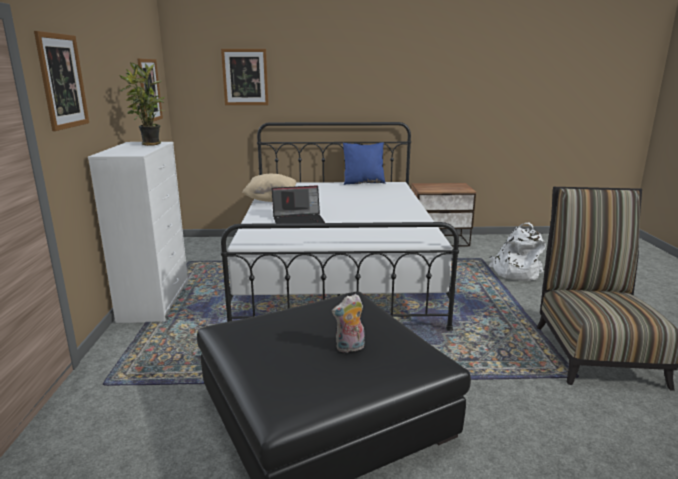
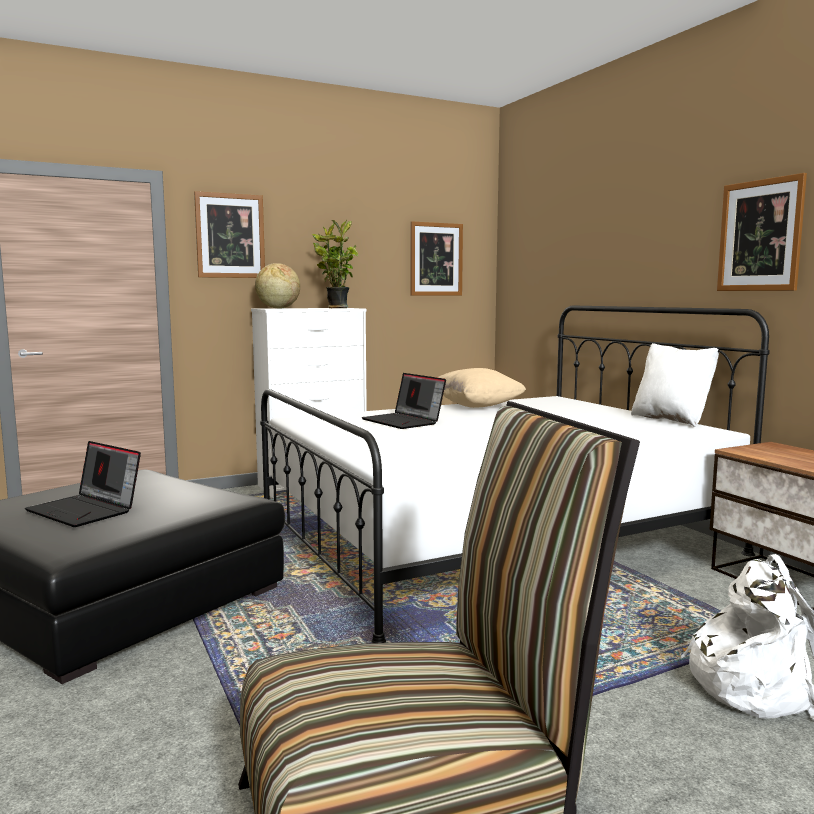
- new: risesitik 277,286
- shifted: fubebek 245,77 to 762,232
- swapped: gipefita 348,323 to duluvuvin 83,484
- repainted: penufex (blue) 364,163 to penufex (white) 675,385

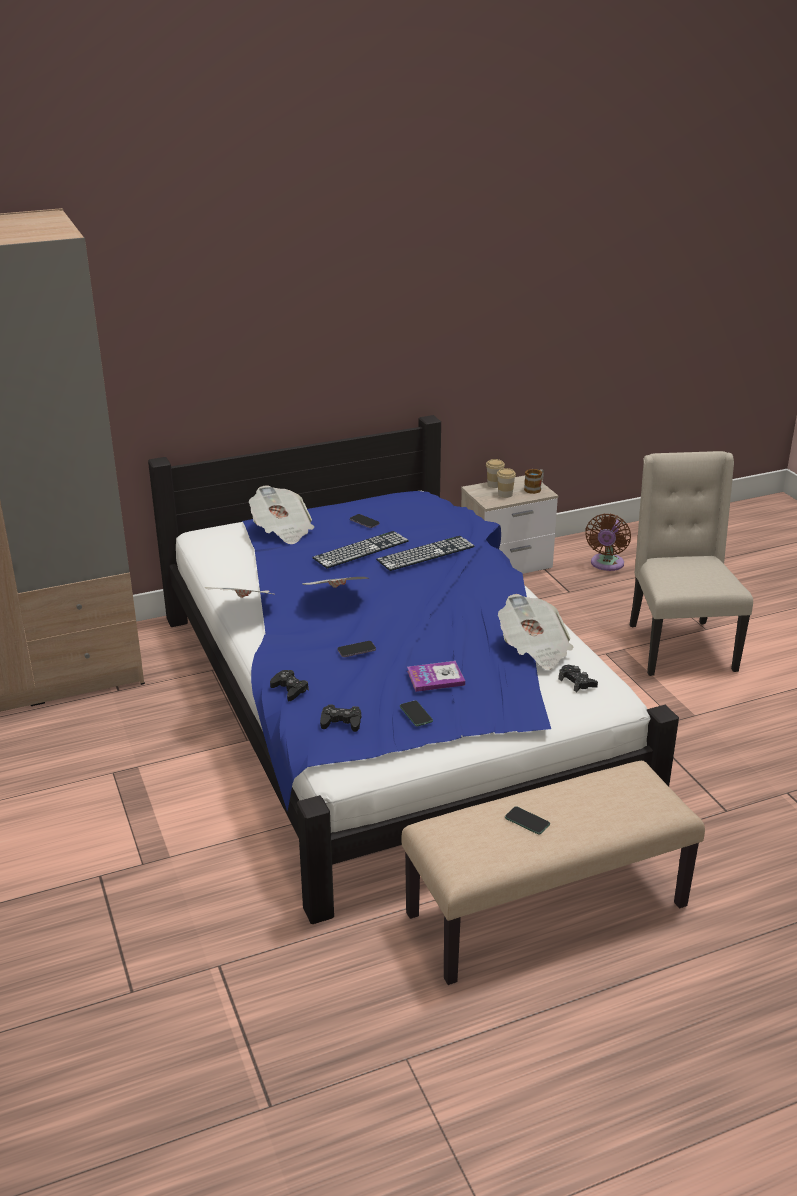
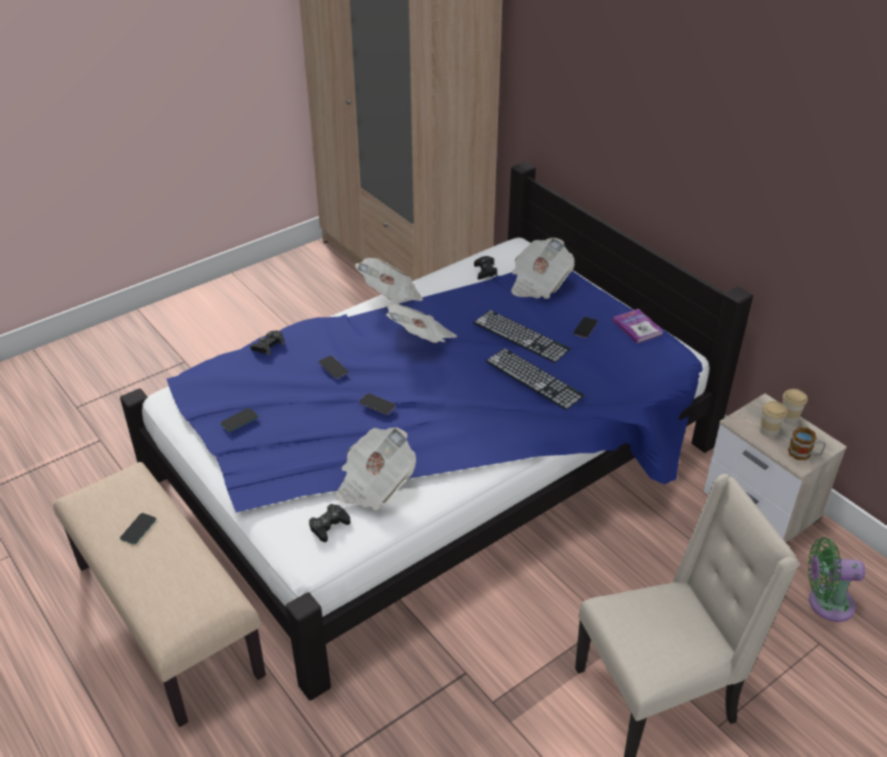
- new: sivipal 377,404
- shifted: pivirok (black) 340,718 to 485,268
- shifted: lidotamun 436,676 to 637,326
- repainted: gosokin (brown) 608,542 to gosokin (green) 836,579

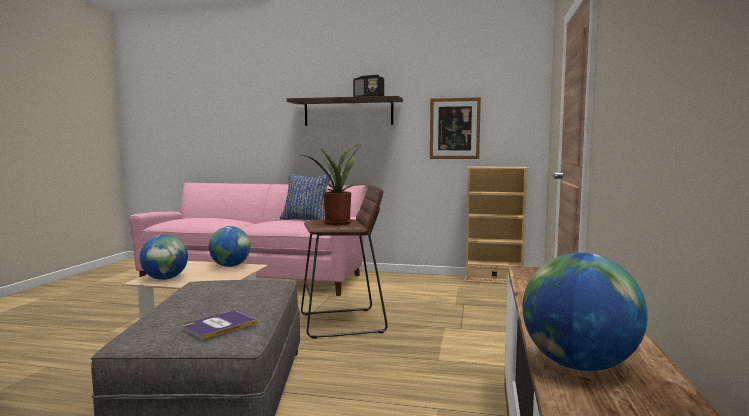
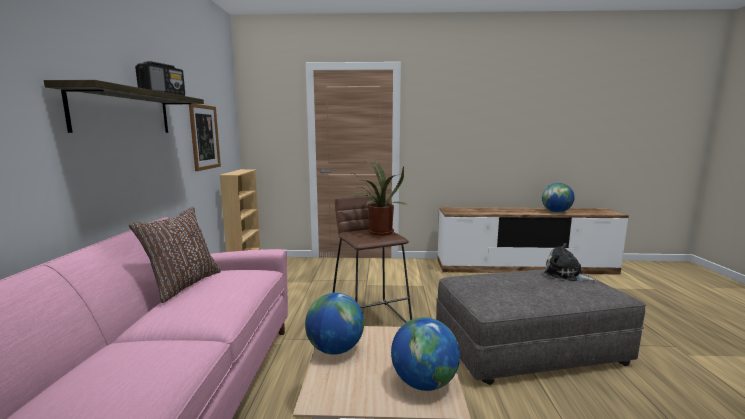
- swapped: lidotamun 219,325 to gipefita 570,262
- repainted: penufex (blue) 306,197 to penufex (brown) 175,255

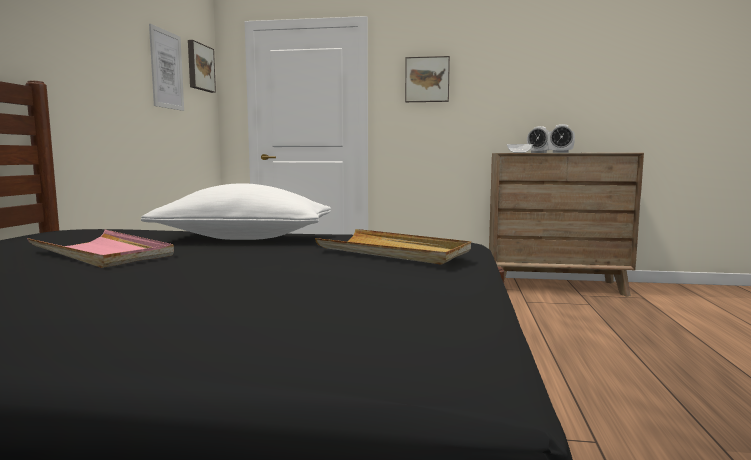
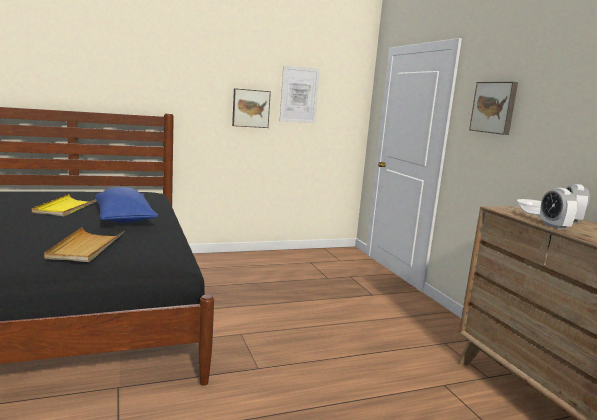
- shifted: fubebek 202,66 to 251,108
- repainted: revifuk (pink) 100,249 to revifuk (yellow) 64,205
- repainted: penufex (white) 236,212 to penufex (blue) 126,205

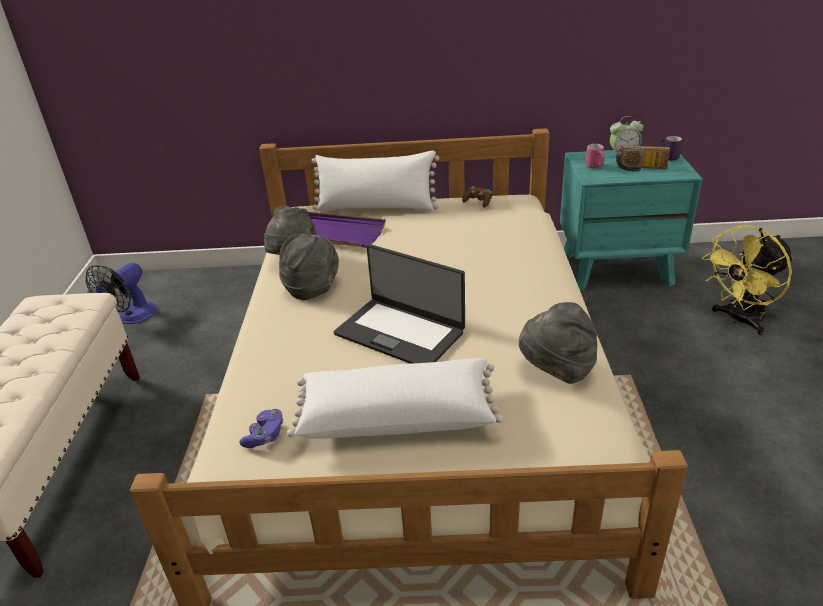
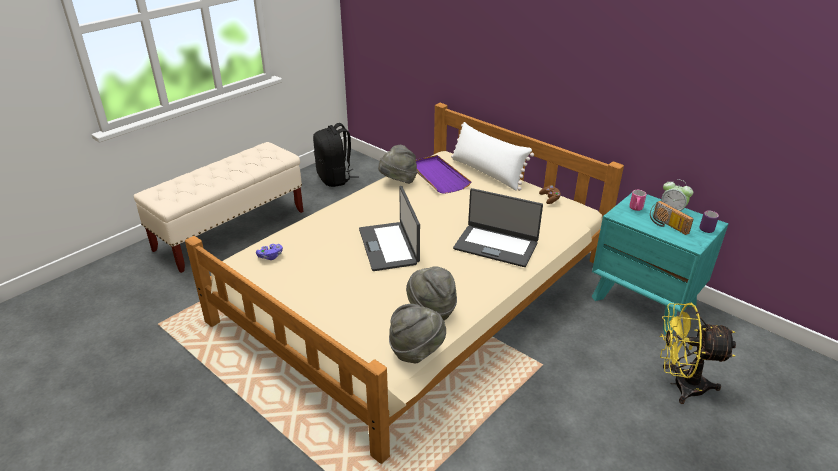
- gone: penufex (white) 395,398
- new: duluvuvin 498,227
- shifted: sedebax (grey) 309,267 to 417,333
- swapped: gosokin 121,293 to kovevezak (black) 336,155

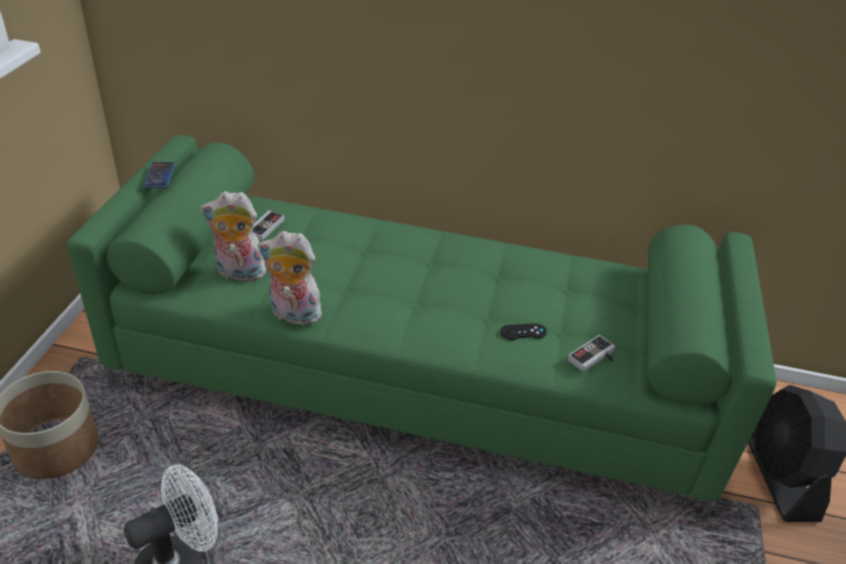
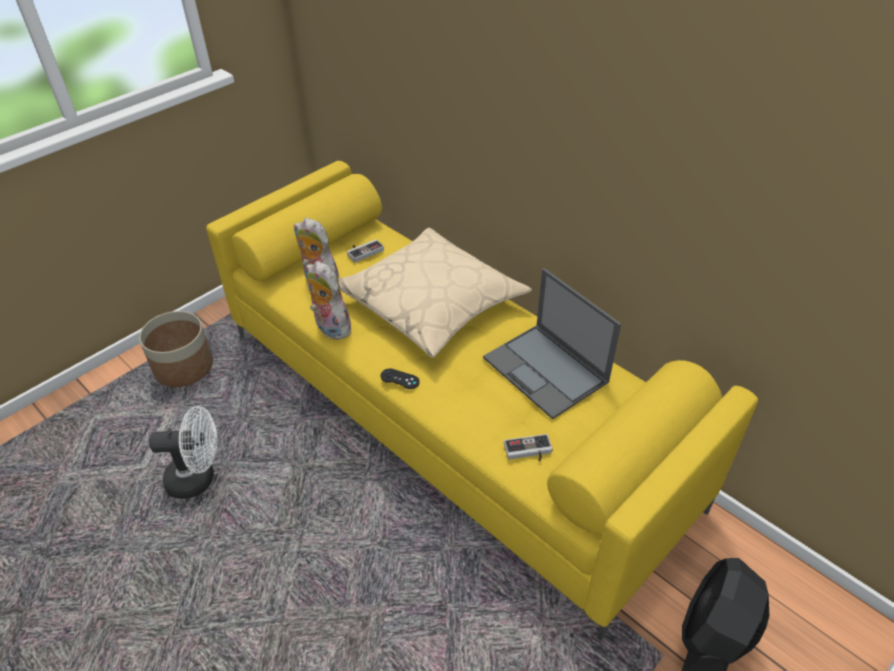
- gone: sivipal 159,175
- new: penufex (beige) 435,293
- new: duluvuvin 552,344
- shifted: pivirok (black) 523,331 to 400,379
- repainted: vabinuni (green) 422,328 to vabinuni (yellow) 482,401

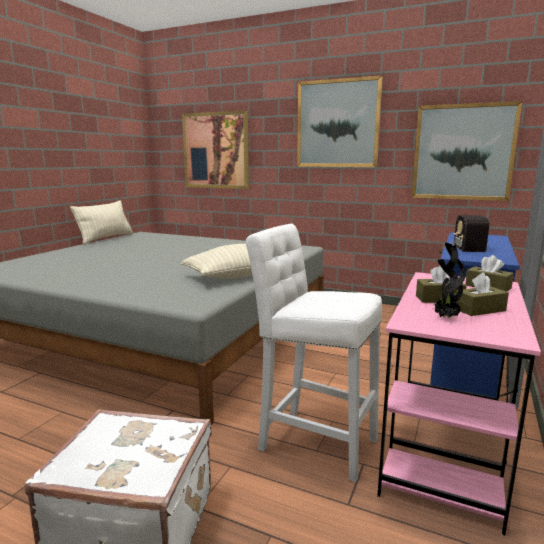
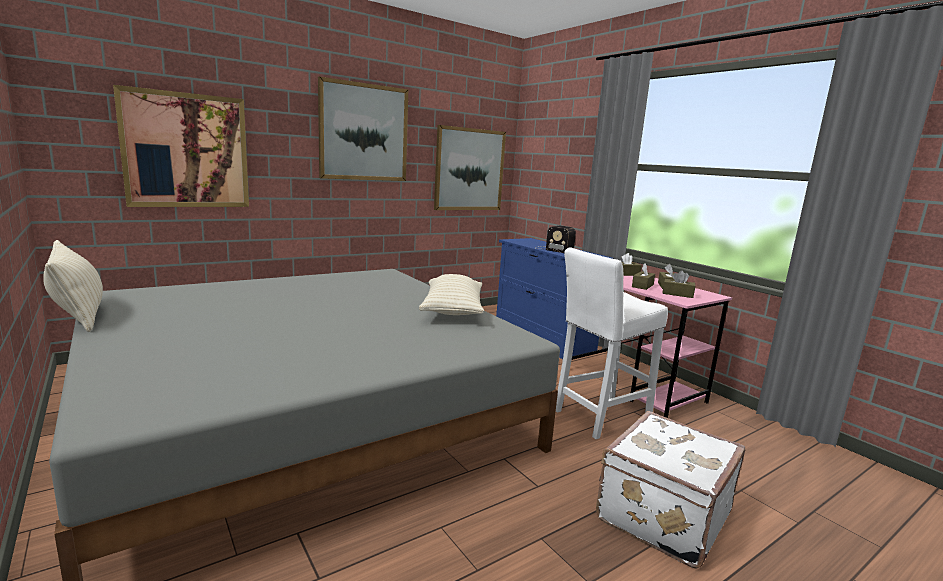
- swapped: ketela 449,280 to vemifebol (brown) 678,284

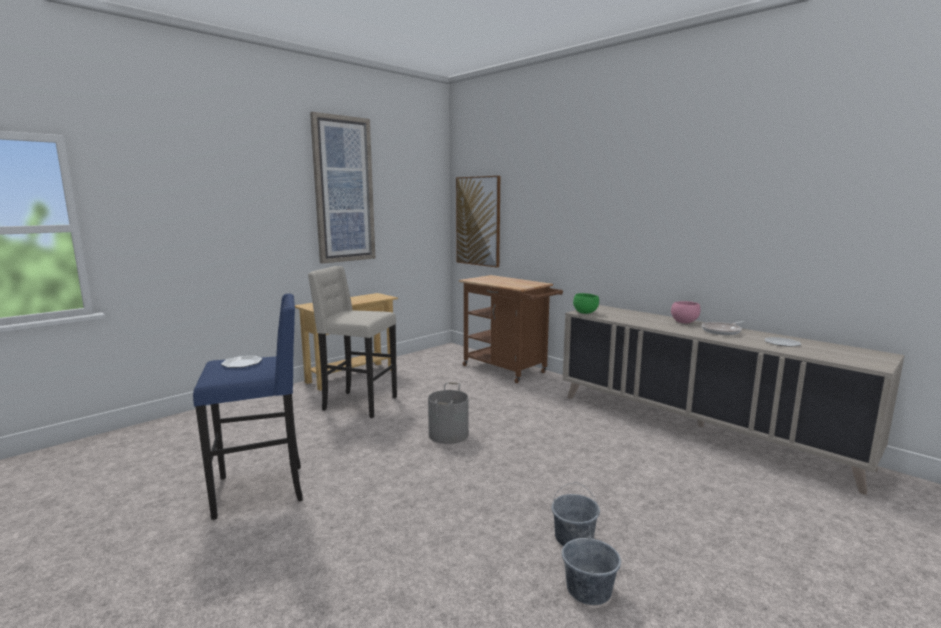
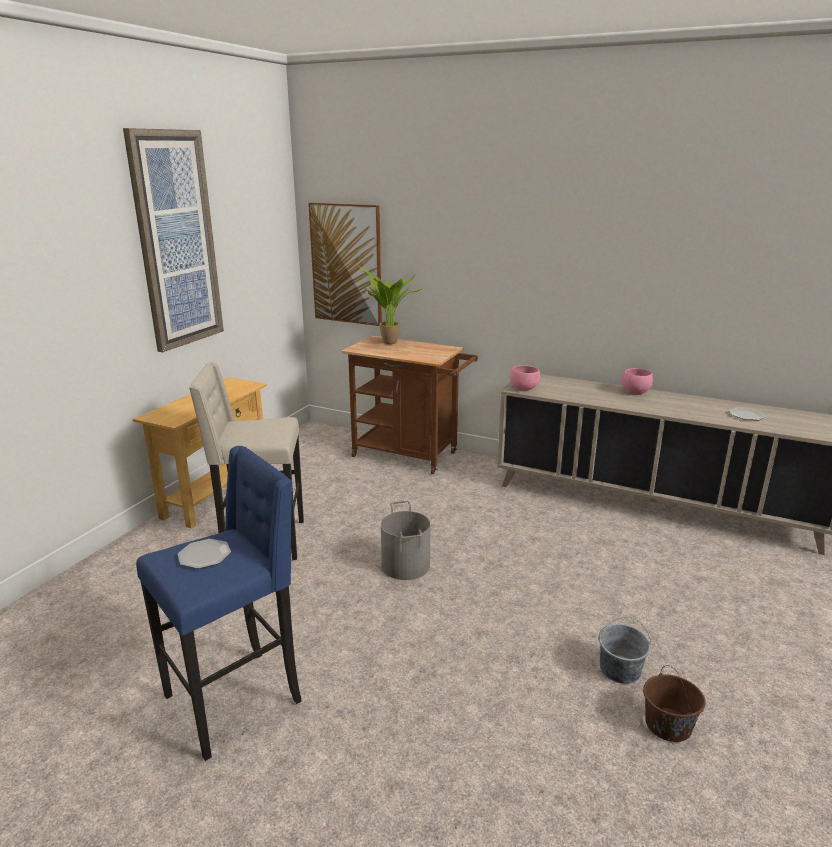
- gone: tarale 723,328
- new: ketela 390,304
- repainted: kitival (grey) 591,565 to kitival (brown) 674,703
- repainted: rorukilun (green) 586,303 to rorukilun (pink) 525,378

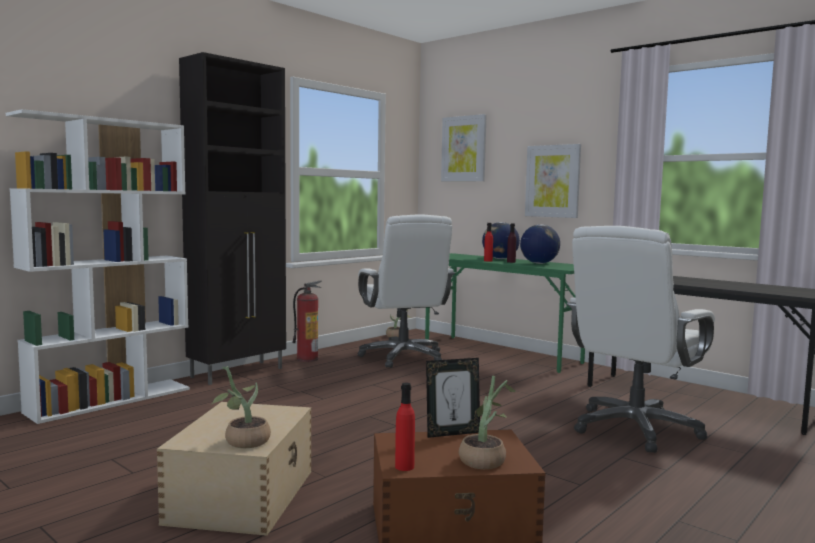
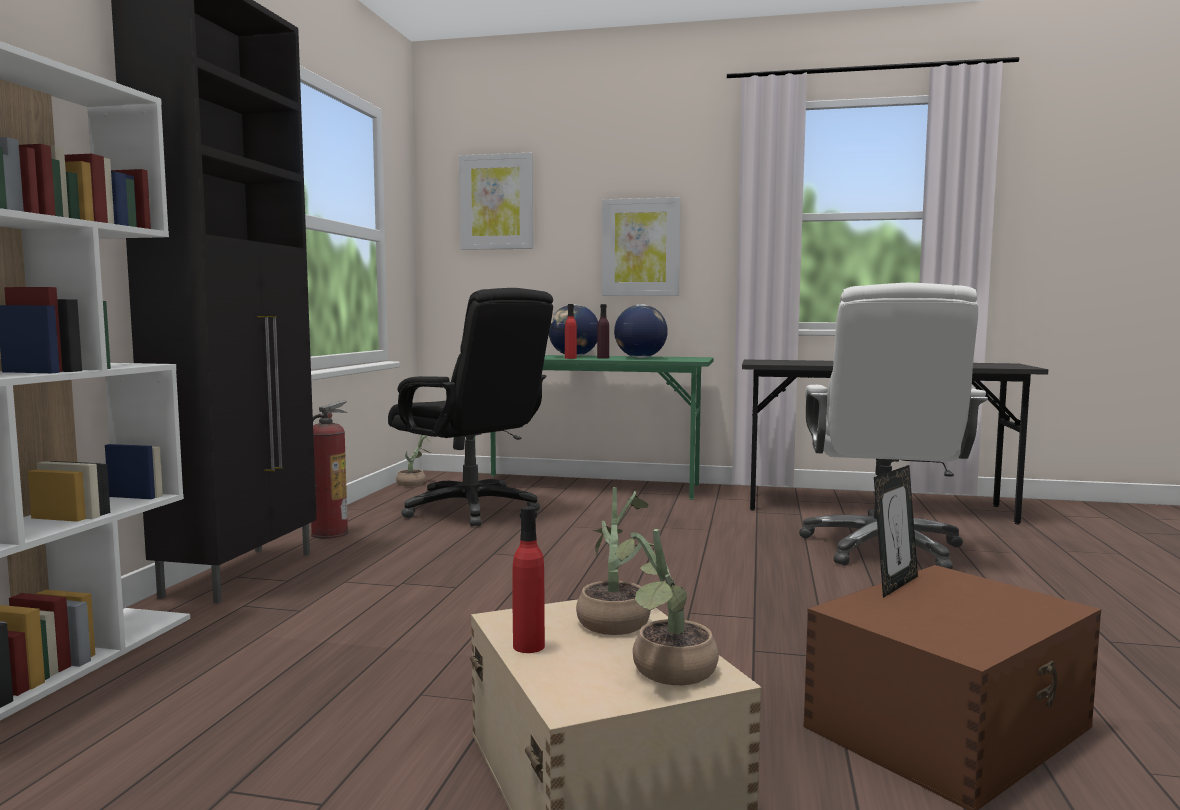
- shifted: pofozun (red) 405,427 to 528,579
- shifted: ketela 487,422 to 615,561
- repainted: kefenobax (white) 406,291 to kefenobax (black) 470,407

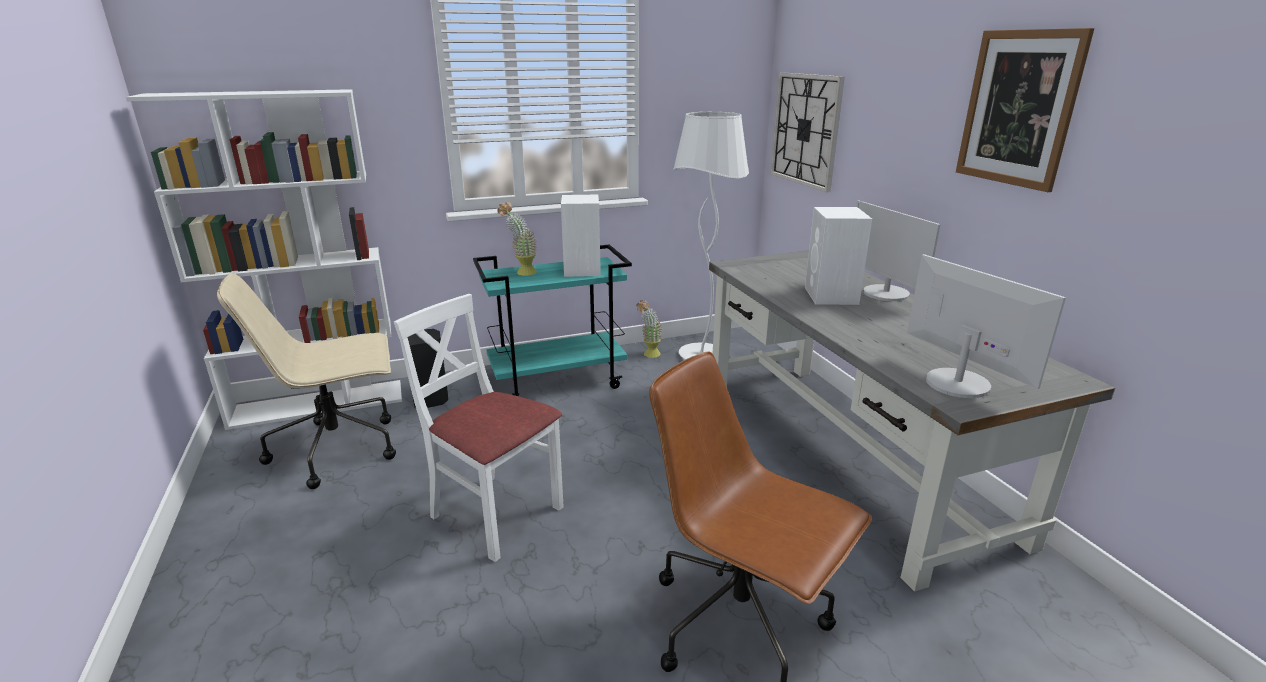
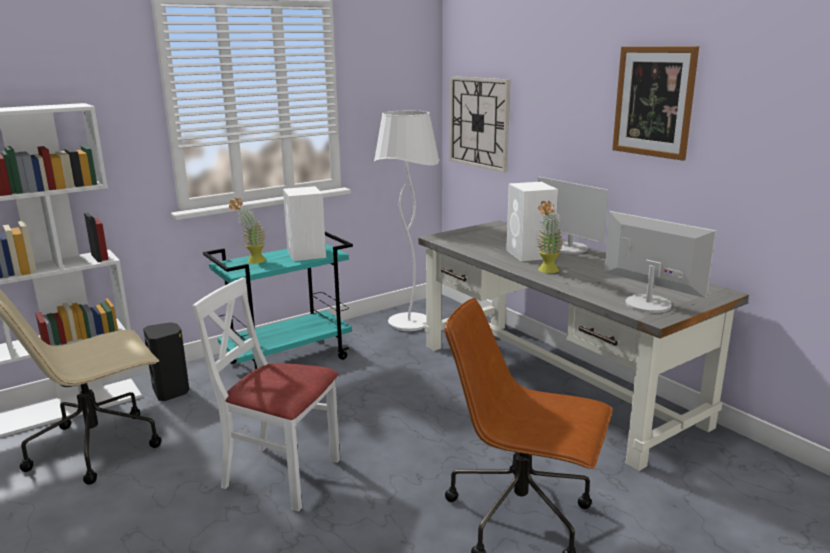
- shifted: ketela 649,329 to 550,237

